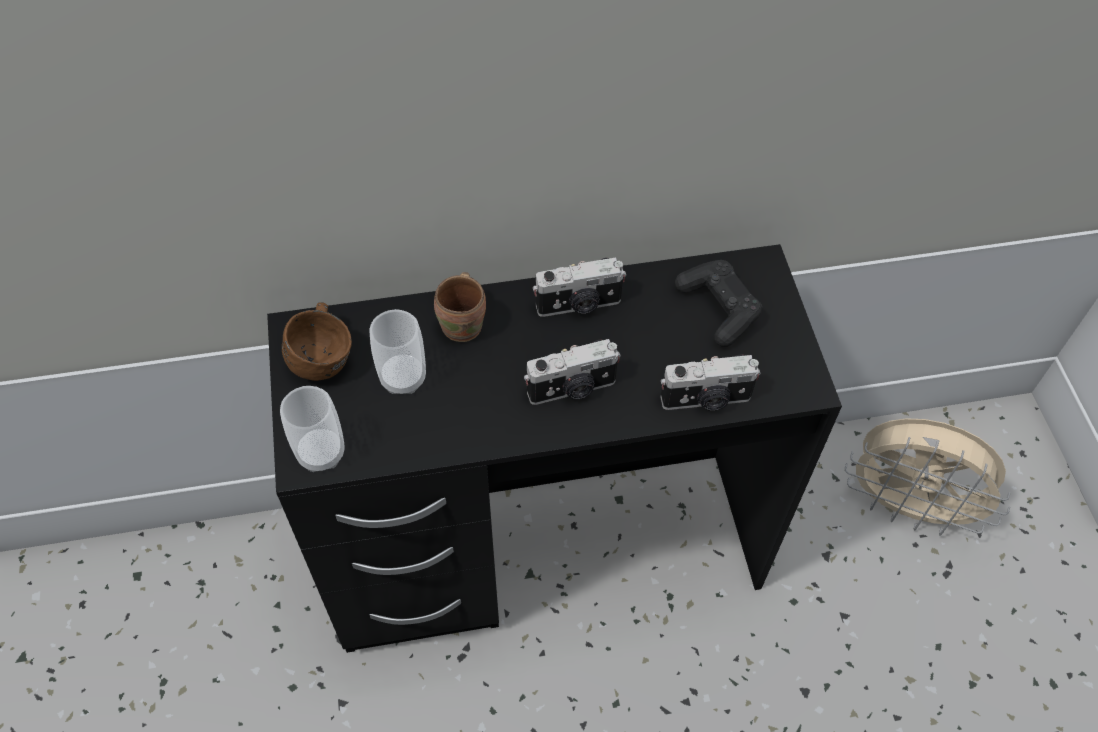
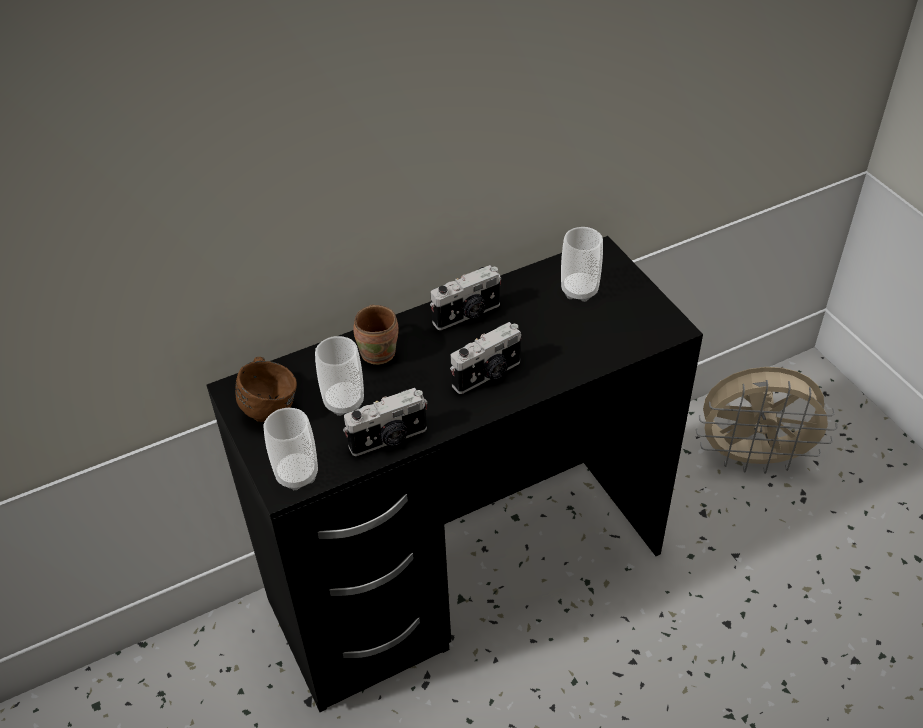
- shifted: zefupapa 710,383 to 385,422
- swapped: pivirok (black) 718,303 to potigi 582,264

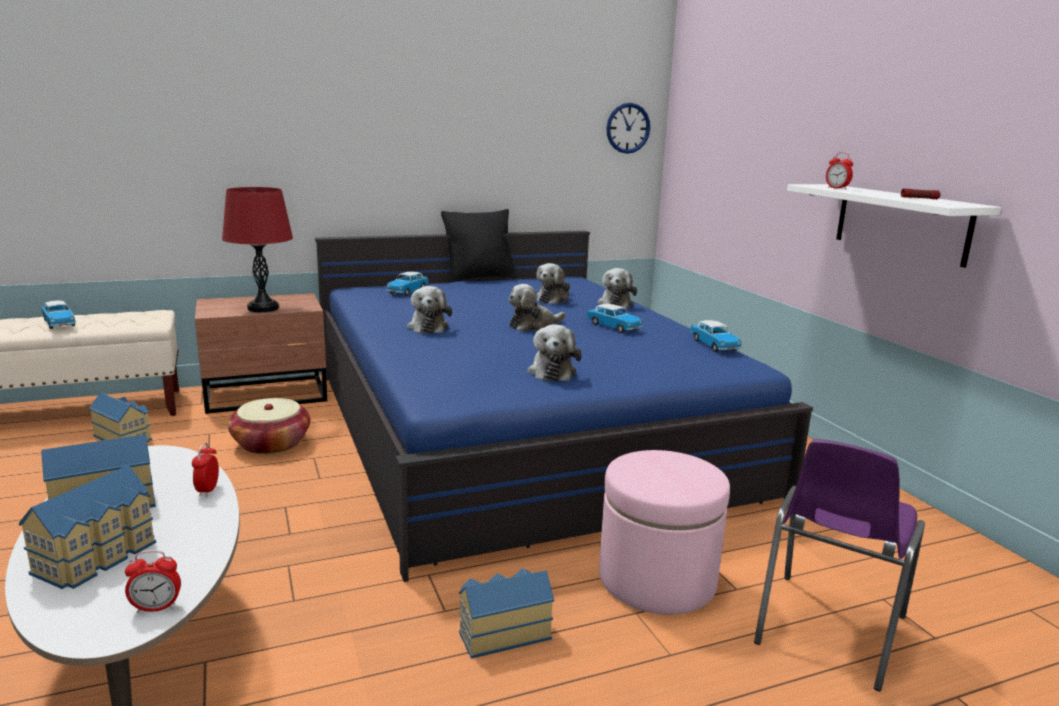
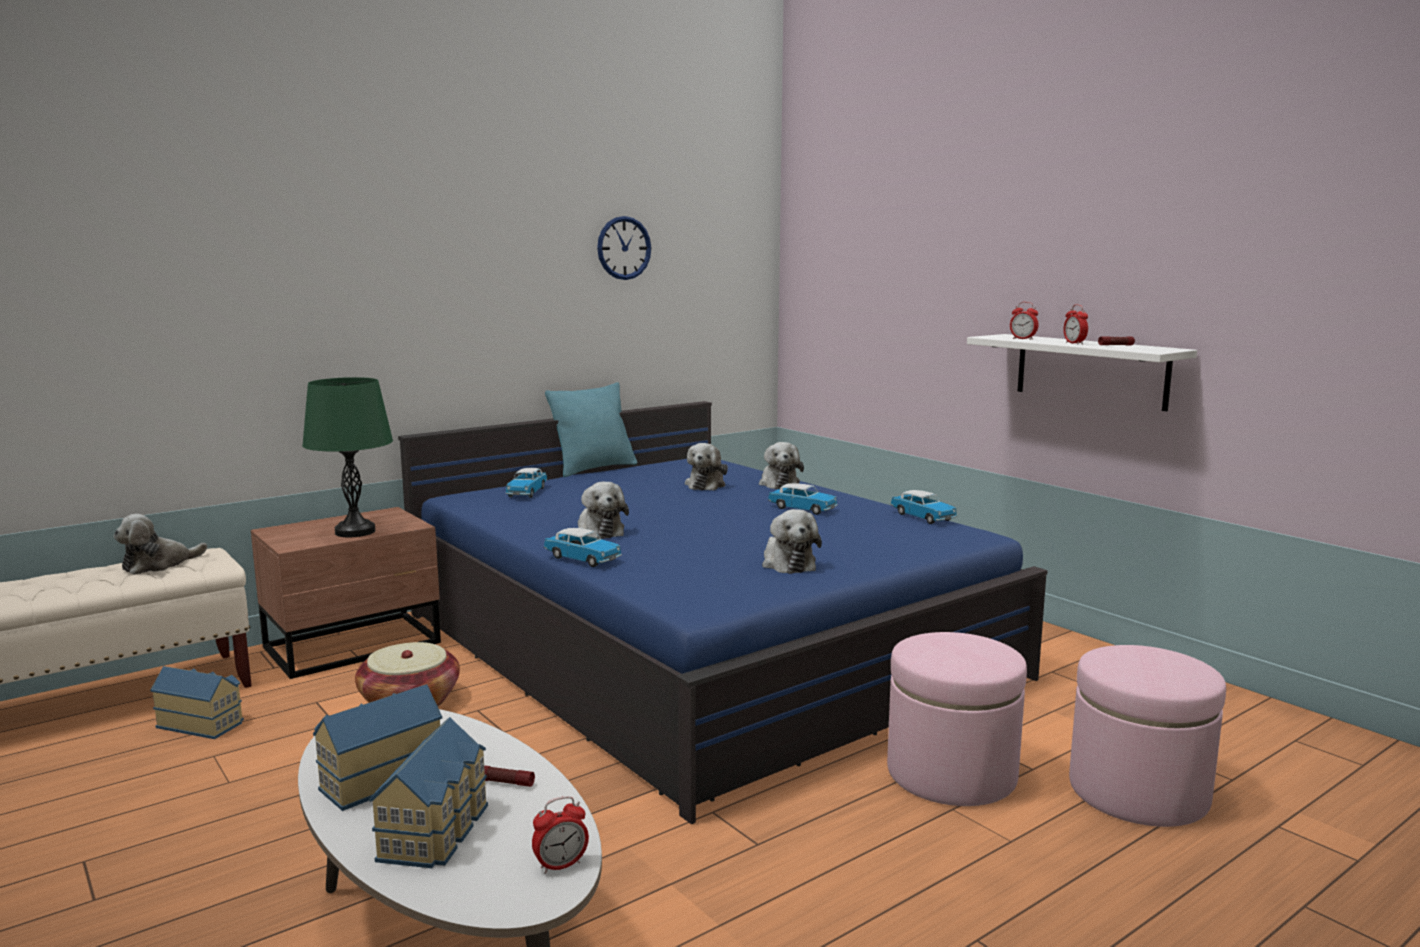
- gone: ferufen 506,613
- new: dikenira 509,776
- shifted: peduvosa 58,314 to 583,547
- shifted: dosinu 205,469 to 1075,324
- shifted: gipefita 536,307 to 160,544
- shifted: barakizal 628,128 to 624,248
- swapped: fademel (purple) 839,565 to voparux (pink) 1147,736
- repainted: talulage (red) 257,249 to talulage (green) 347,457
- repainted: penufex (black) 479,245 to penufex (turquoise) 591,429

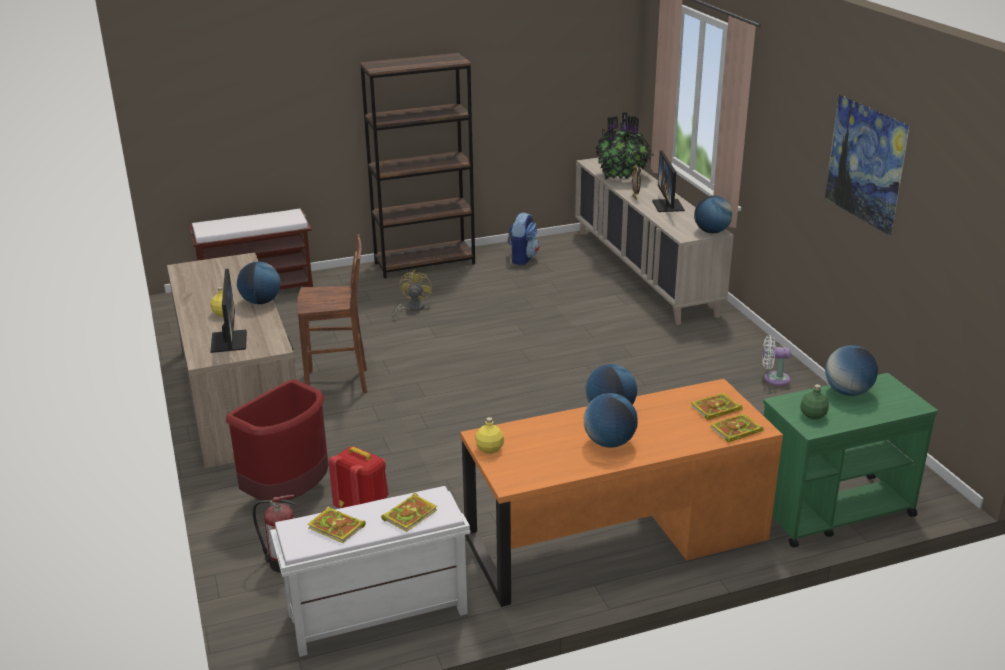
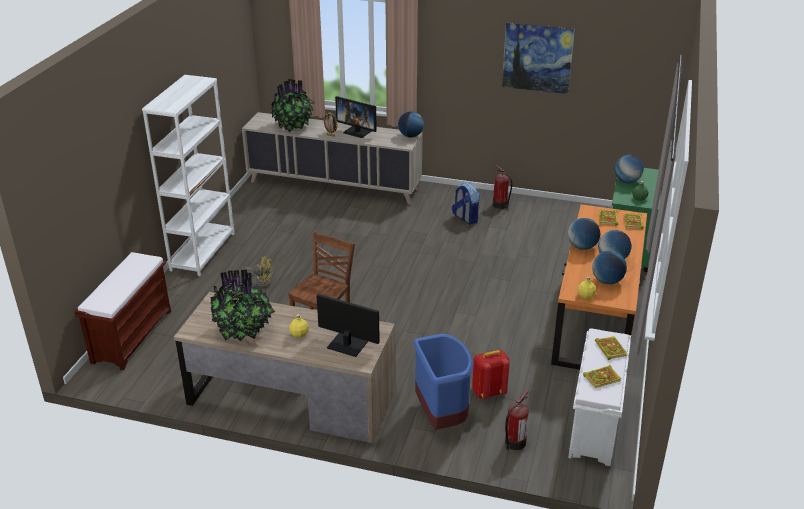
- new: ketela 242,305
- shifted: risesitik 258,282 to 609,267
- shifted: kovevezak 523,238 to 466,203
- swapped: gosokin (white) 776,360 to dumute 502,187
- repainted: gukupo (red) 277,441 to gukupo (blue) 443,382
- repainted: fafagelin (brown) 417,165 to fafagelin (white) 188,175
- rotated: gosokin (yellow) 412,293 = 259,272 150 degrees clockwise

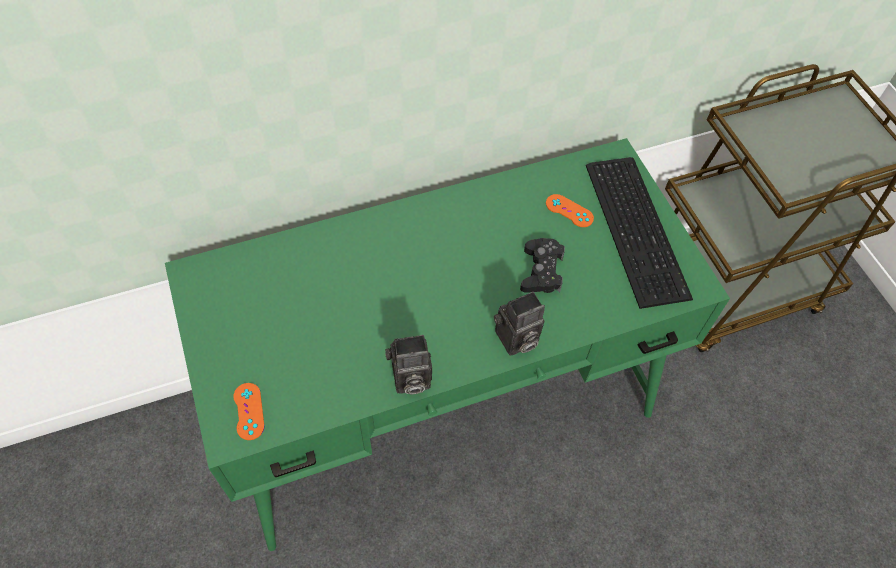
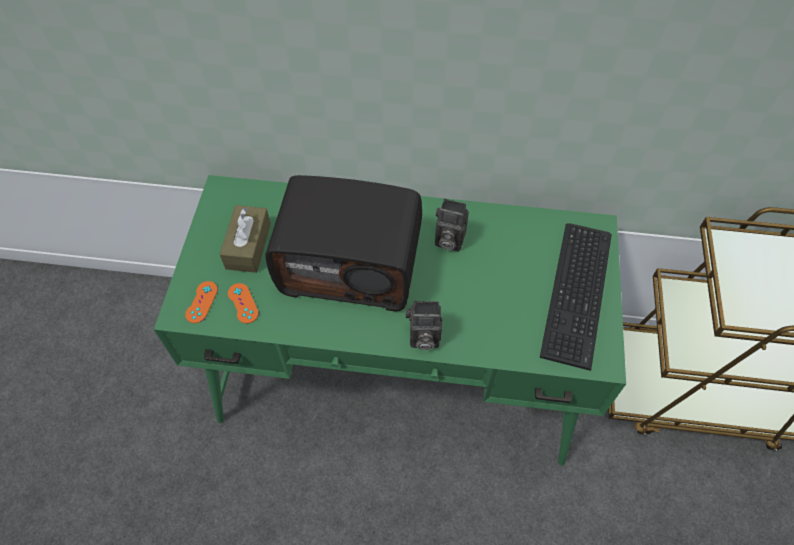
- gone: pivirok (black) 542,265
- new: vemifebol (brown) 245,239
- new: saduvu 344,243
- shifted: zefupapa 408,364 to 452,225
- shifted: pivirok (orange) 570,210 to 243,303

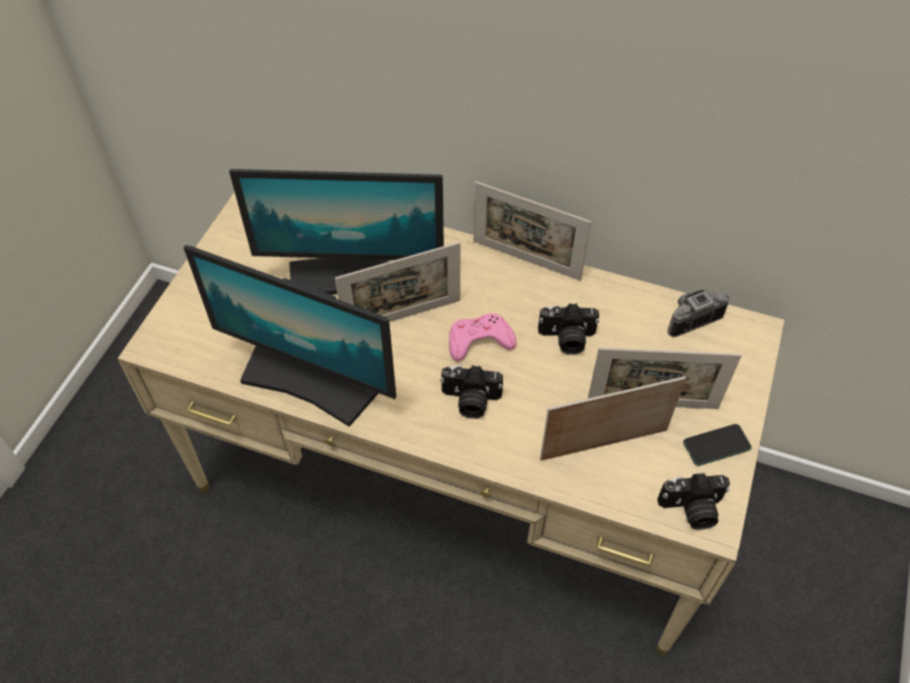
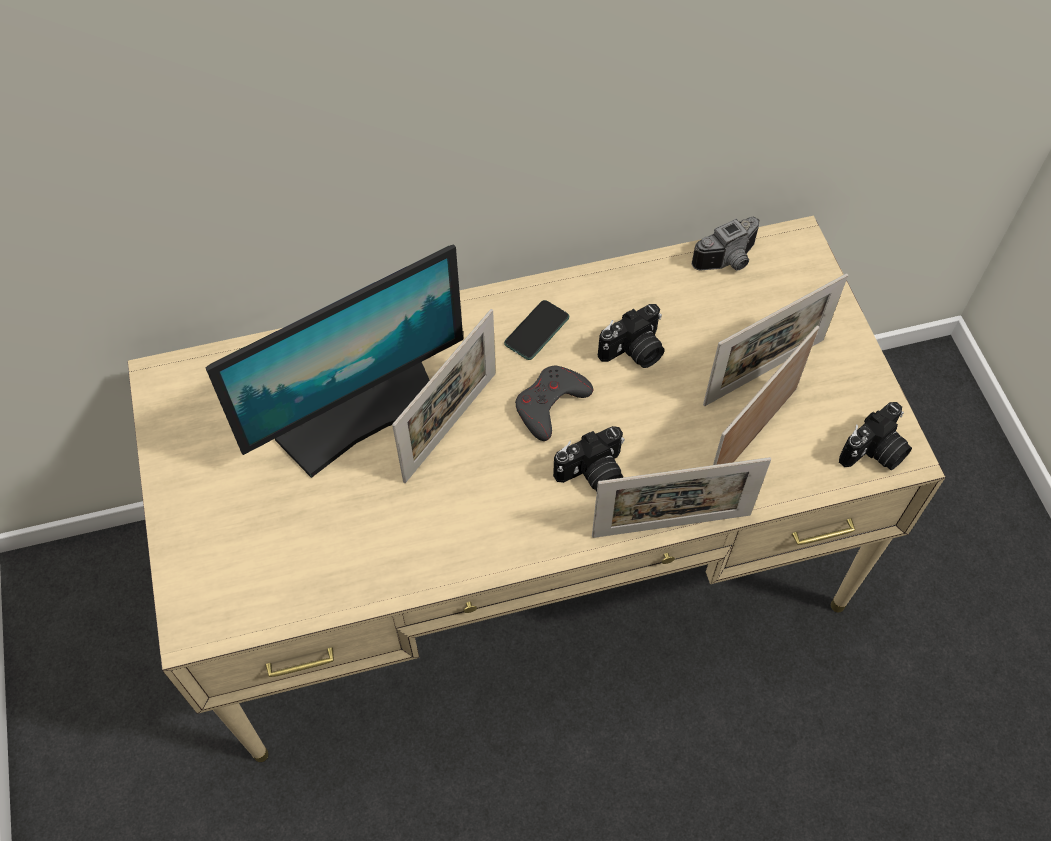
- gone: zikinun 289,336
- shifted: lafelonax 532,231 to 681,497
- shifted: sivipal 717,445 to 536,330
- repainted: pivirok (pink) 482,337 to pivirok (grey) 554,403
- rotated: zefupapa 698,313 = 726,243 150 degrees counterclockwise

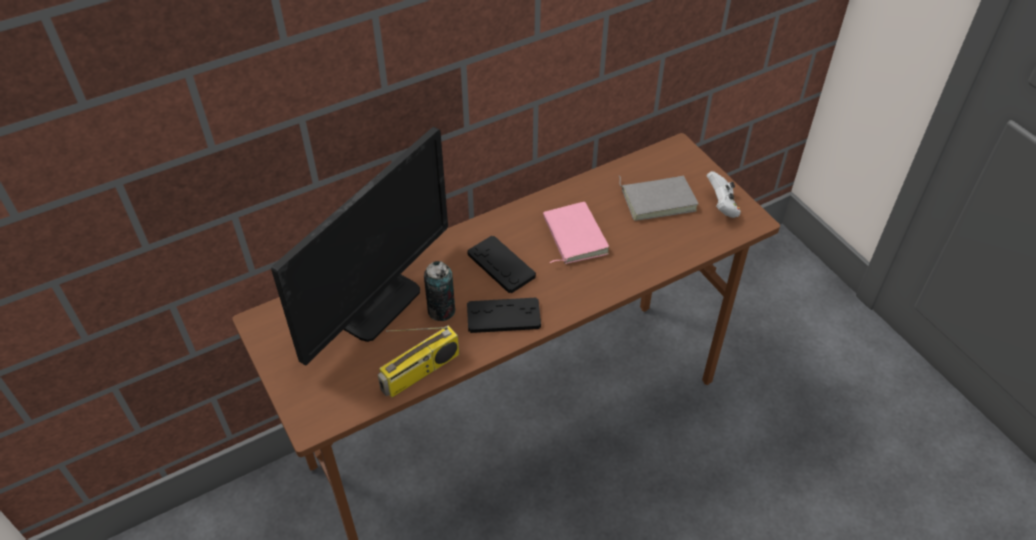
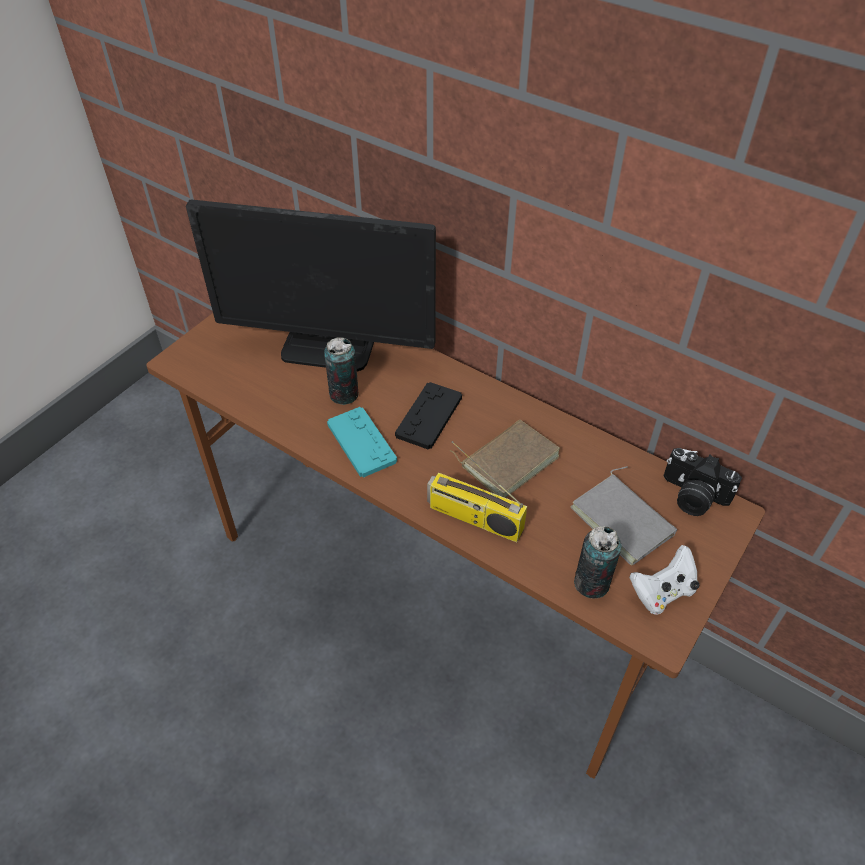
- new: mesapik 597,562
- new: zefupapa 702,482
- shifted: saduvu 418,362 to 477,491
- repainted: pivirok (black) 504,315 to pivirok (turquoise) 362,442
- repainted: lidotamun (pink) 576,233 to lidotamun (brown) 505,459

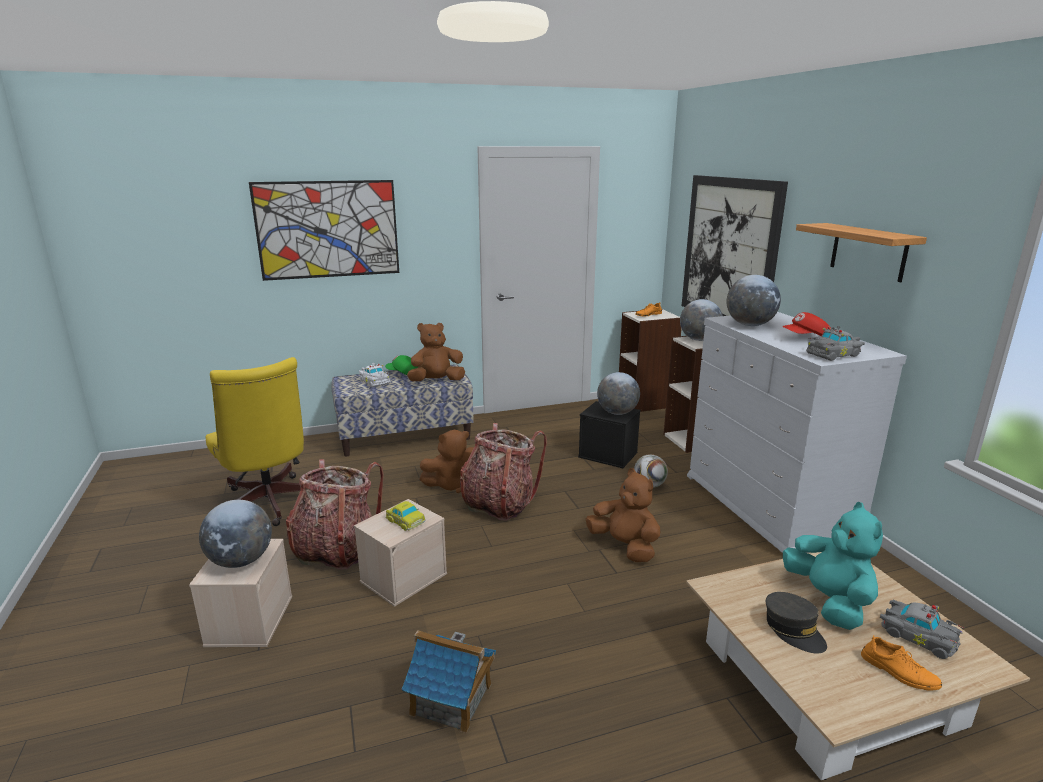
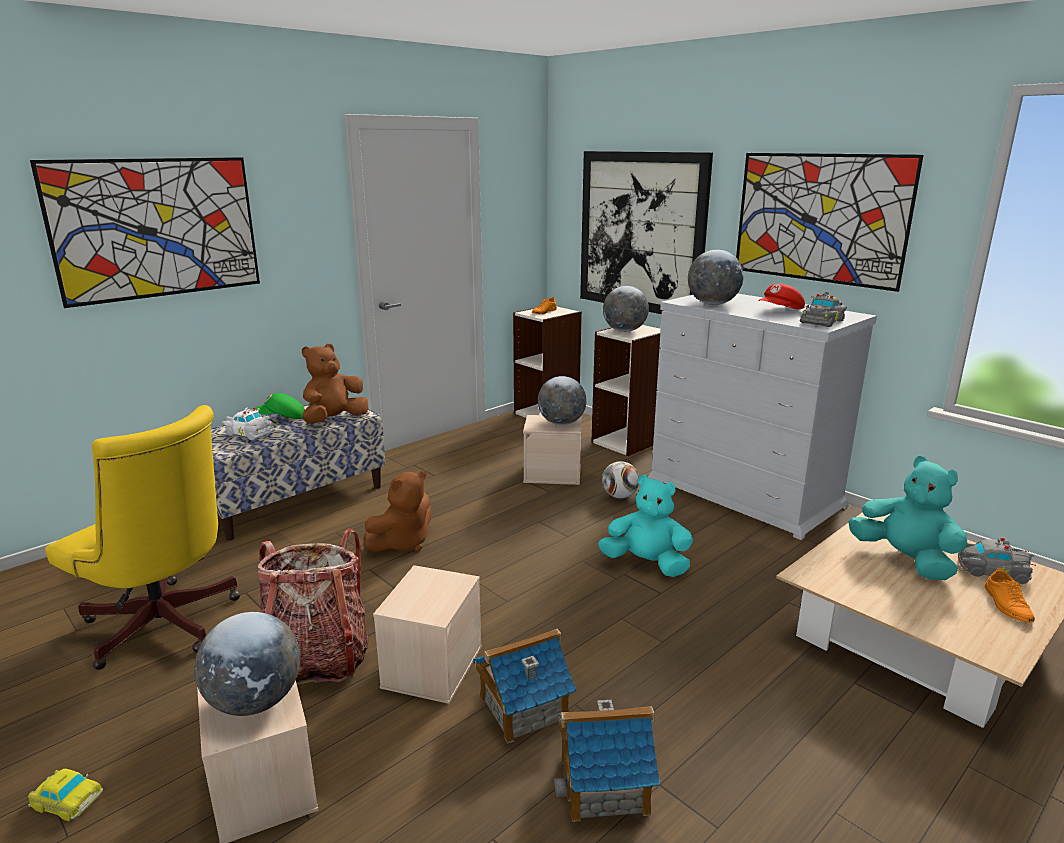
- gone: kovevezak 503,472
- gone: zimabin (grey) 796,623
- new: ferufen 524,686
- shifted: peduvosa 405,516 to 65,795
- swapped: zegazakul 861,252 to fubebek 830,222
- repainted: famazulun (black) 609,434 to famazulun (beige) 552,450
- repainted: gipefita (brown) 623,515 to gipefita (turquoise) 645,526
- rotated: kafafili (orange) 901,663 = 1010,595 75 degrees clockwise

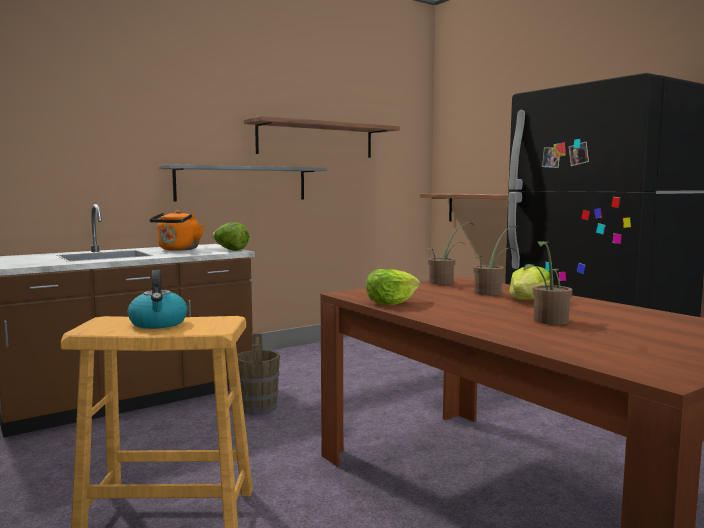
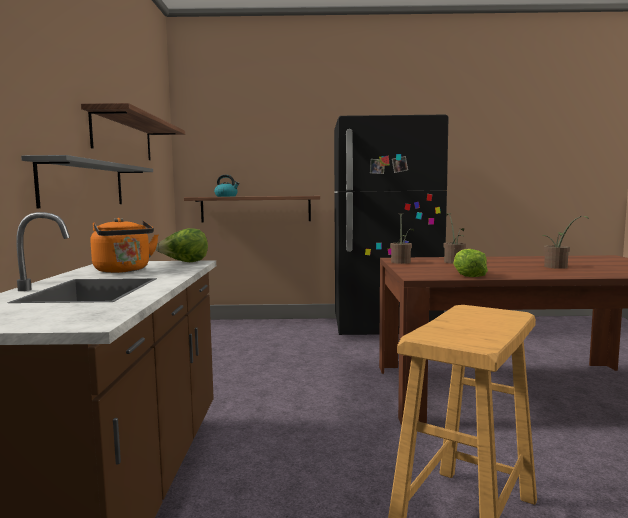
- gone: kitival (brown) 258,373
- gone: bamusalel 529,282
- shifted: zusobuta 157,299 to 227,186

